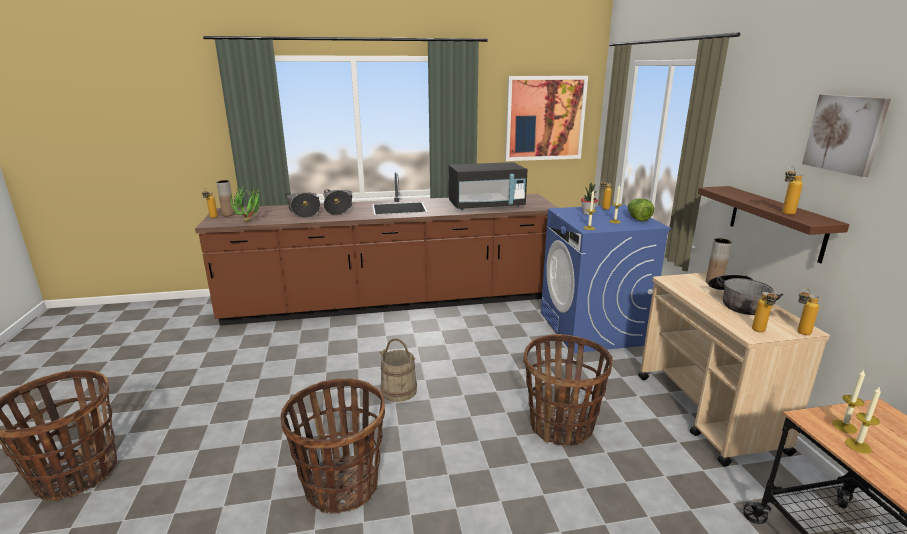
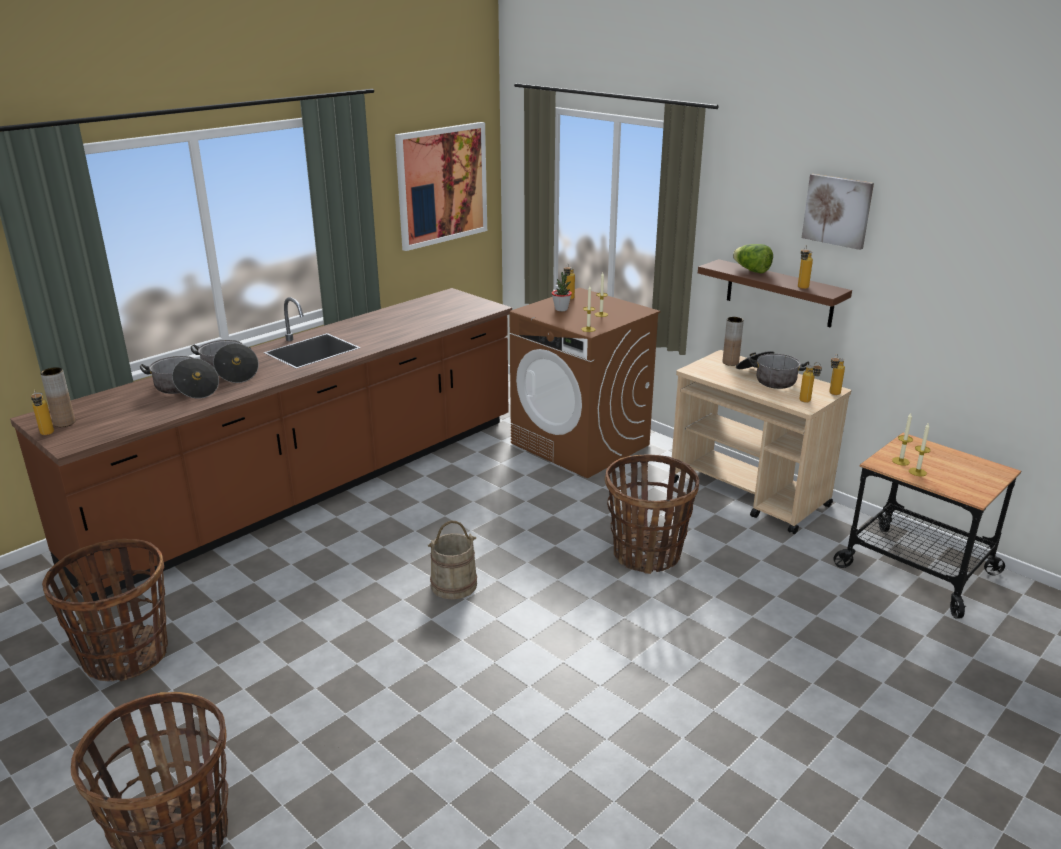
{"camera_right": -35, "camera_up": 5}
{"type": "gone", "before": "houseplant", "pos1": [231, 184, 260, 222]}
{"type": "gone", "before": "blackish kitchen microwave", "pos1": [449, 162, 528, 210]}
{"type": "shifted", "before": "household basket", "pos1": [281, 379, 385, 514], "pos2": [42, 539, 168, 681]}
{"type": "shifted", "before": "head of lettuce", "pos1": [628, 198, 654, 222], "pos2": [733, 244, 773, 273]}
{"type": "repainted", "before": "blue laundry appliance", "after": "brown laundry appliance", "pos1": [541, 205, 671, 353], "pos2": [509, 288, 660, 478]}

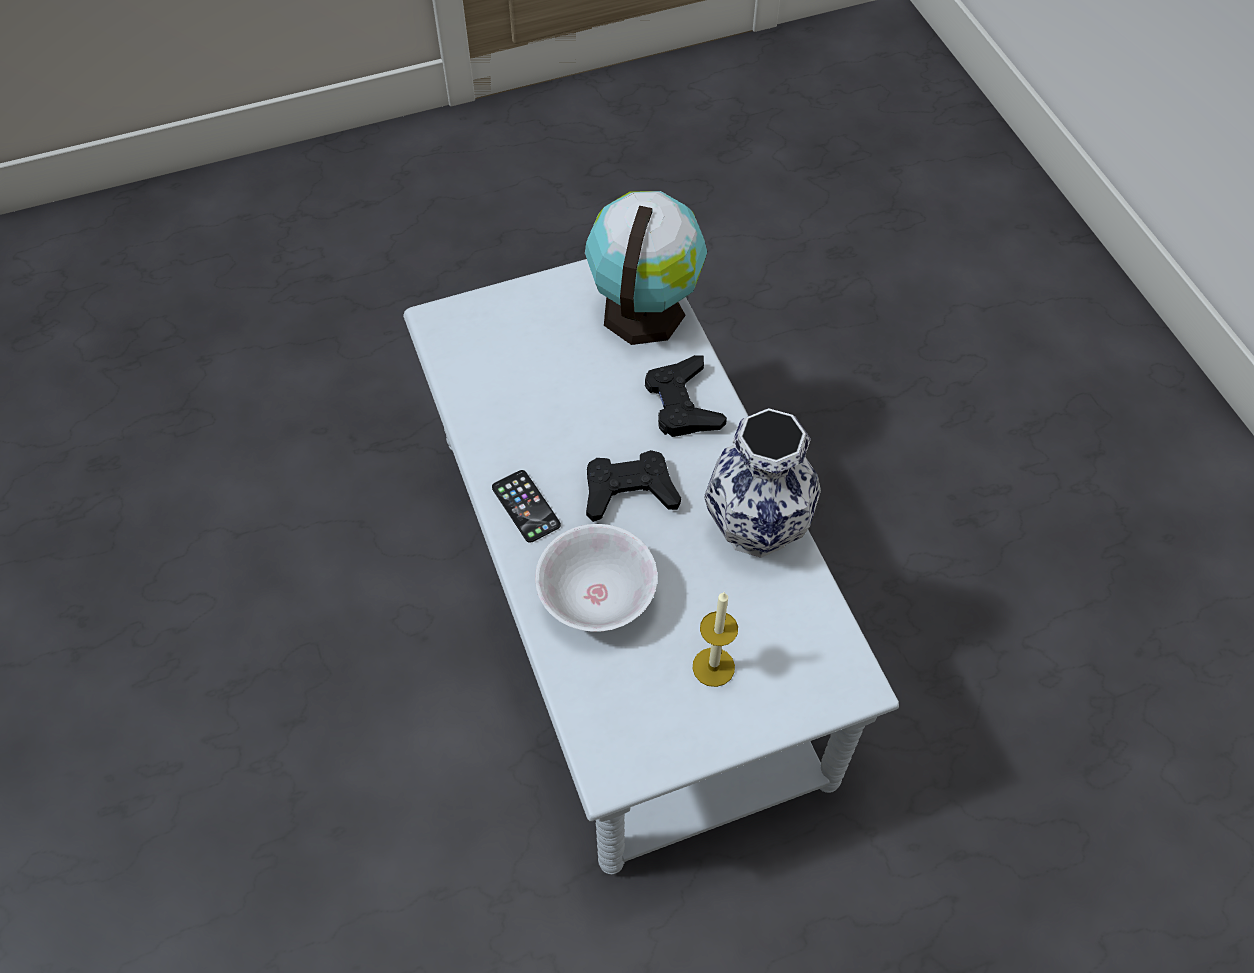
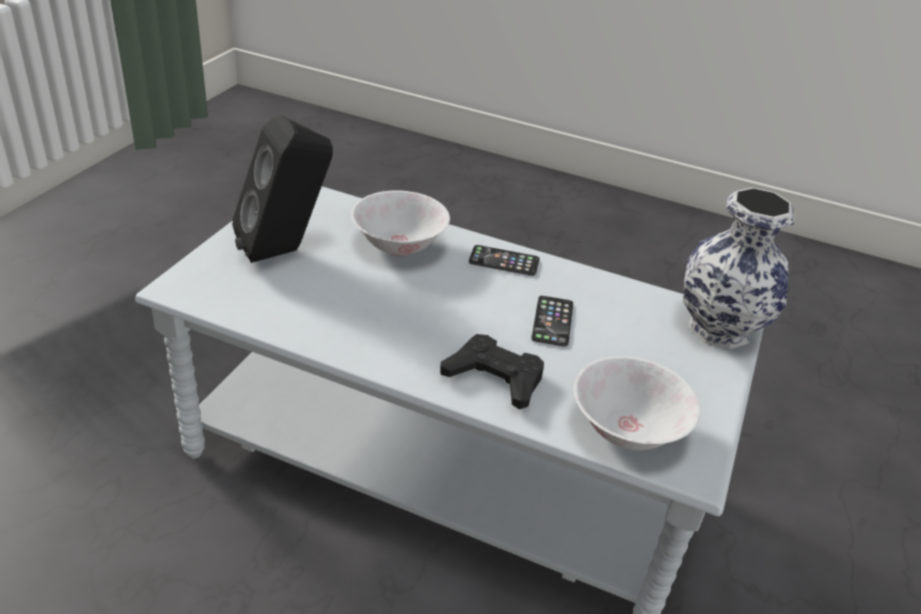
{"camera_right": 130, "camera_up": -20}
{"type": "gone", "before": "blackish gamepad", "pos1": [586, 450, 681, 522]}
{"type": "new", "after": "telephone", "pos2": [531, 296, 573, 347]}
{"type": "shifted", "before": "flower vase", "pos1": [704, 408, 821, 558], "pos2": [683, 187, 794, 349]}
{"type": "swapped", "before": "desk globe", "after": "whitish bowl", "pos1": [585, 191, 707, 345], "pos2": [574, 356, 701, 450]}
{"type": "swapped", "before": "wax light", "after": "blackish speaker", "pos1": [692, 592, 738, 687], "pos2": [232, 115, 333, 263]}

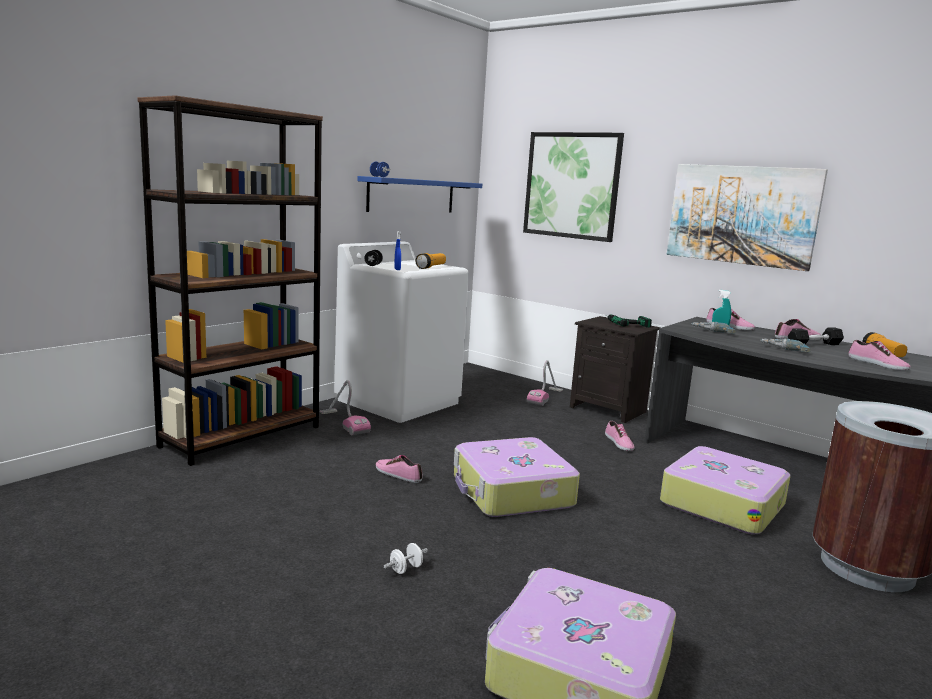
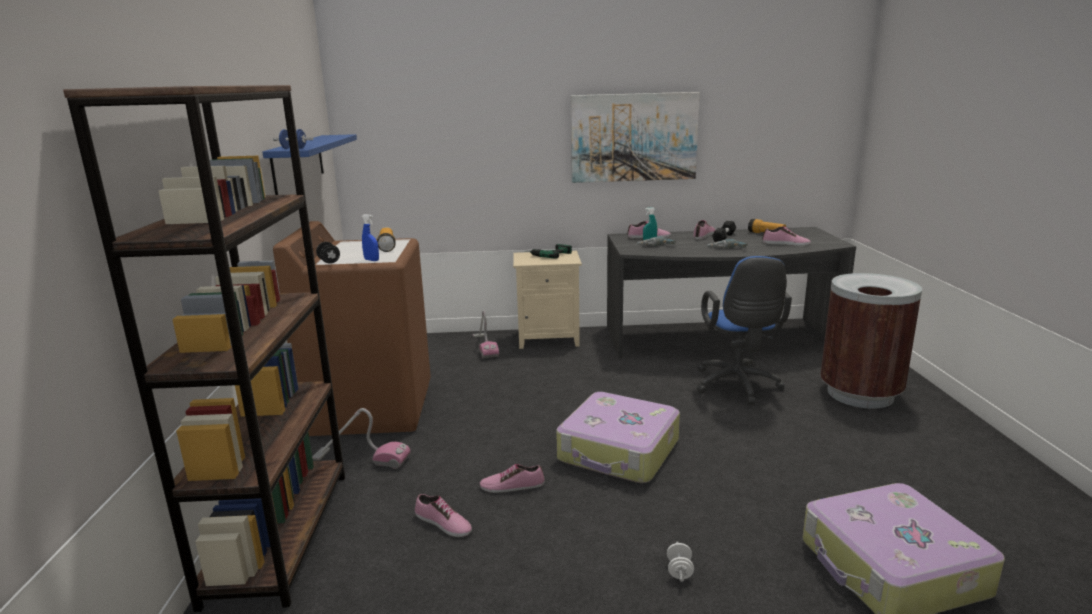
{"camera_right": -40, "camera_up": 5}
{"type": "gone", "before": "picture", "pos1": [523, 132, 624, 242]}
{"type": "shifted", "before": "low shoe", "pos1": [605, 421, 635, 451], "pos2": [415, 494, 472, 537]}
{"type": "swapped", "before": "travel case", "after": "blue computer chair", "pos1": [660, 446, 791, 535], "pos2": [697, 256, 792, 405]}
{"type": "repainted", "before": "whitish laundry appliance", "after": "brown laundry appliance", "pos1": [334, 241, 469, 423], "pos2": [273, 221, 431, 436]}
{"type": "repainted", "before": "blackish nightstand", "after": "beige-coloured nightstand", "pos1": [570, 316, 661, 423], "pos2": [513, 251, 582, 349]}

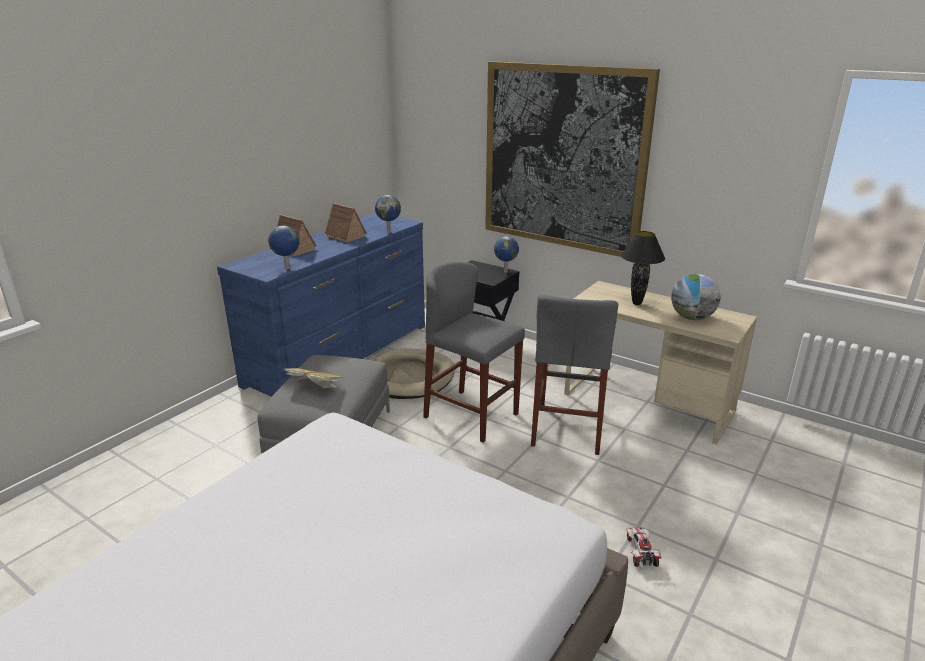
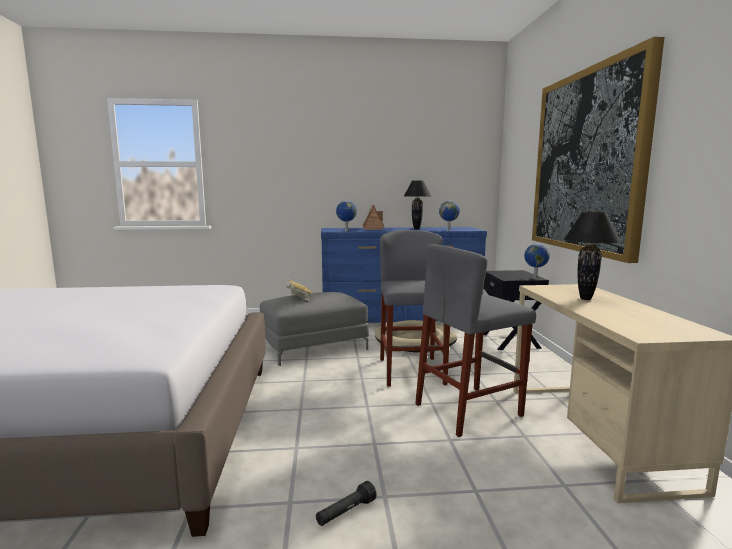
{"camera_right": 50, "camera_up": -15}
{"type": "gone", "before": "desk globe", "pos1": [671, 274, 721, 320]}
{"type": "swapped", "before": "model house", "after": "blackish tabletop lamp", "pos1": [323, 203, 366, 243], "pos2": [404, 180, 431, 229]}
{"type": "swapped", "before": "toy car", "after": "blackish torch", "pos1": [626, 527, 661, 567], "pos2": [316, 481, 377, 526]}

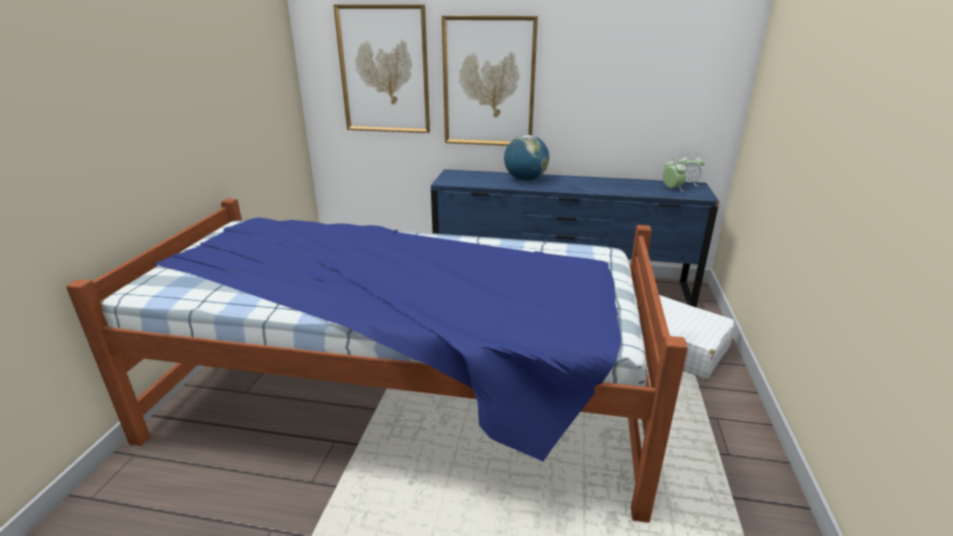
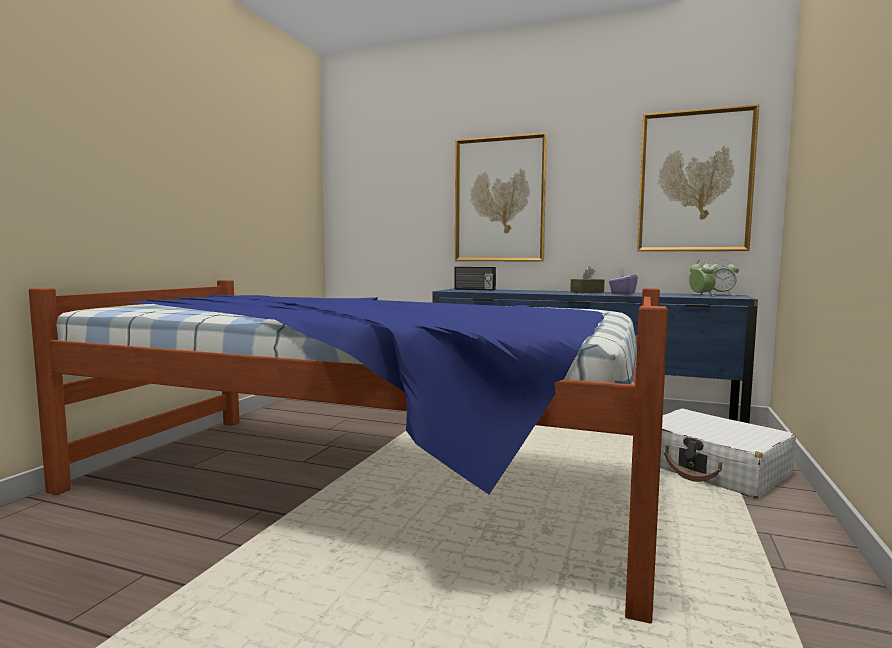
{"camera_right": 10, "camera_up": -20}
{"type": "gone", "before": "desk globe", "pos1": [504, 135, 549, 181]}
{"type": "new", "after": "radio set", "pos2": [454, 267, 496, 290]}
{"type": "new", "after": "brown box of tissues", "pos2": [570, 267, 605, 293]}
{"type": "new", "after": "purple-coloured box of tissues", "pos2": [609, 268, 638, 294]}
{"type": "shifted", "before": "picture", "pos1": [333, 4, 430, 133], "pos2": [637, 104, 759, 251]}

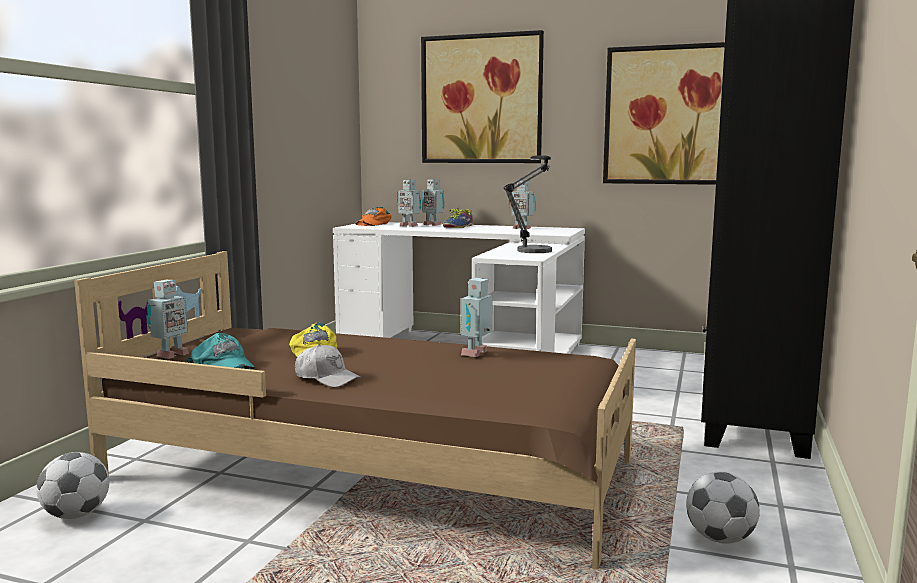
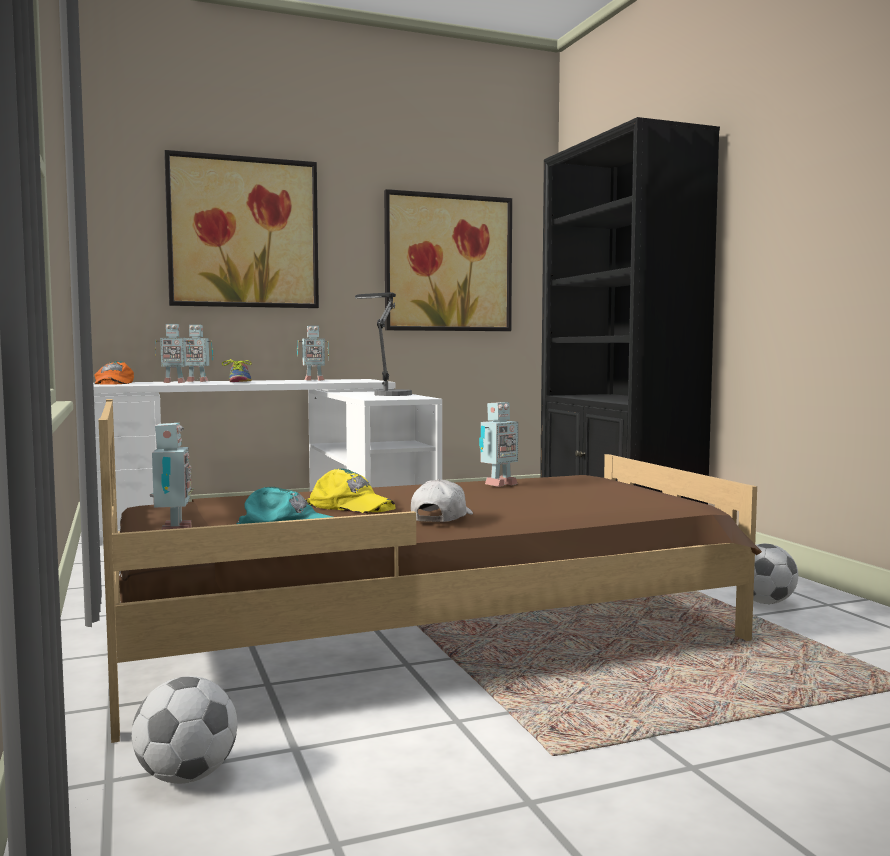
{"camera_right": -40, "camera_up": -5}
{"type": "rotated", "before": "whitish baseball cap", "pos1": [295, 344, 361, 388], "pos2": [411, 479, 473, 522], "turn": -60}
{"type": "rotated", "before": "robot figure", "pos1": [461, 278, 493, 357], "pos2": [479, 402, 518, 487], "turn": -120}

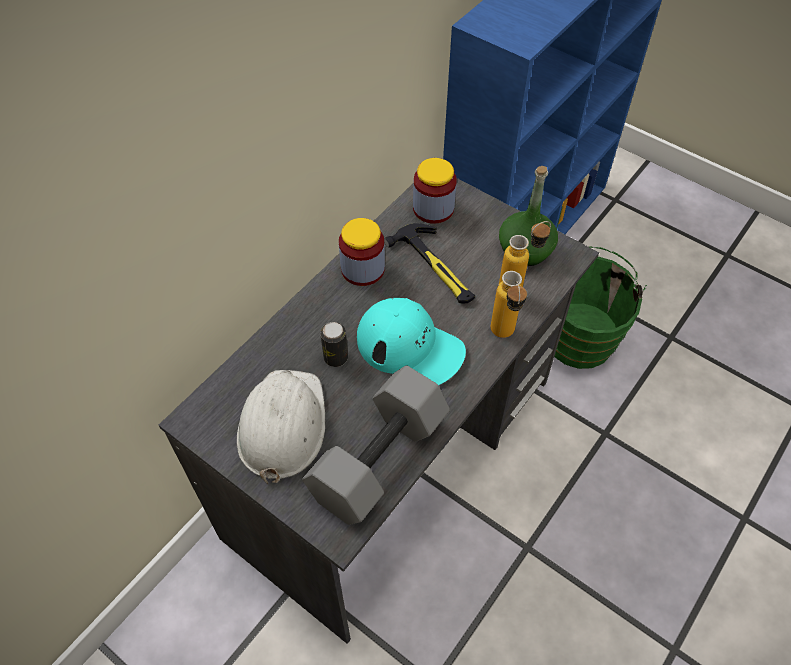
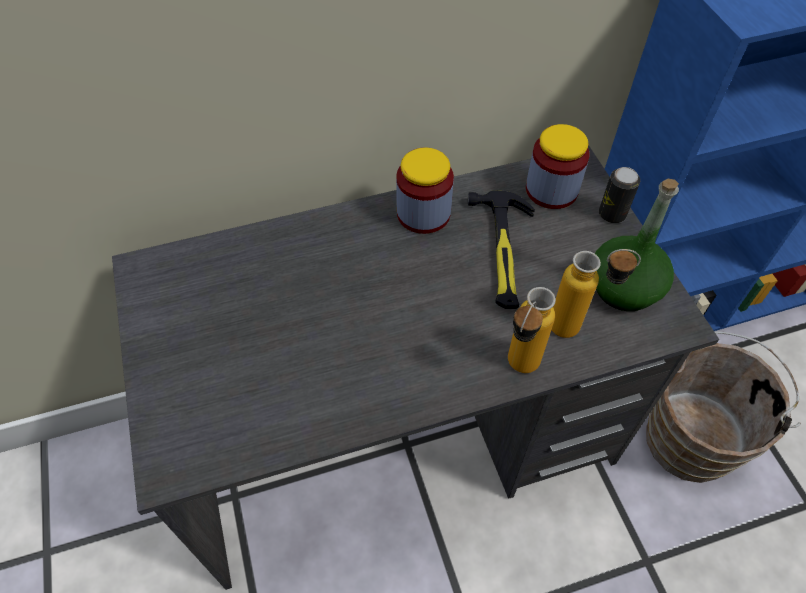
{"camera_right": 35, "camera_up": 0}
{"type": "gone", "before": "whitish work helmet", "pos1": [237, 370, 325, 484]}
{"type": "gone", "before": "gray dumbbell", "pos1": [302, 366, 450, 525]}
{"type": "gone", "before": "blue-green baseball cap", "pos1": [357, 298, 466, 385]}
{"type": "shifted", "before": "sealed can", "pos1": [320, 322, 348, 367], "pos2": [599, 167, 640, 223]}
{"type": "repainted", "before": "greenish pail", "after": "brown pail", "pos1": [554, 246, 647, 369], "pos2": [646, 331, 801, 483]}

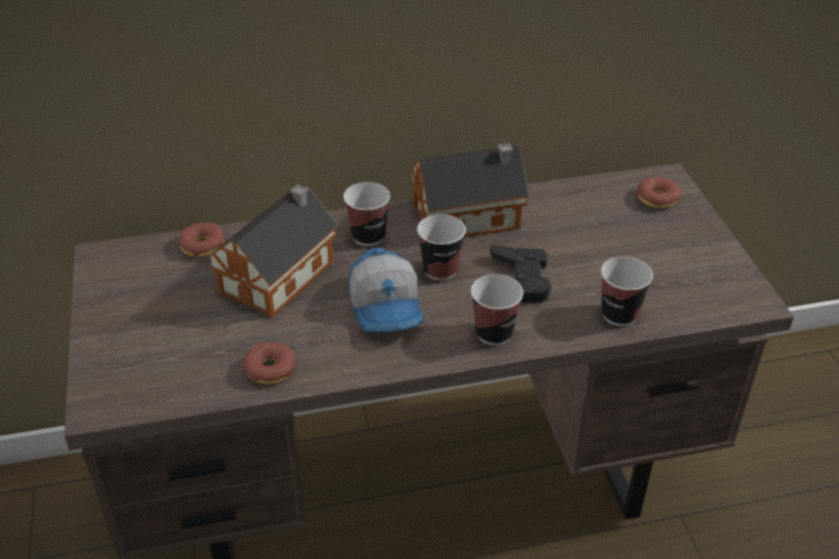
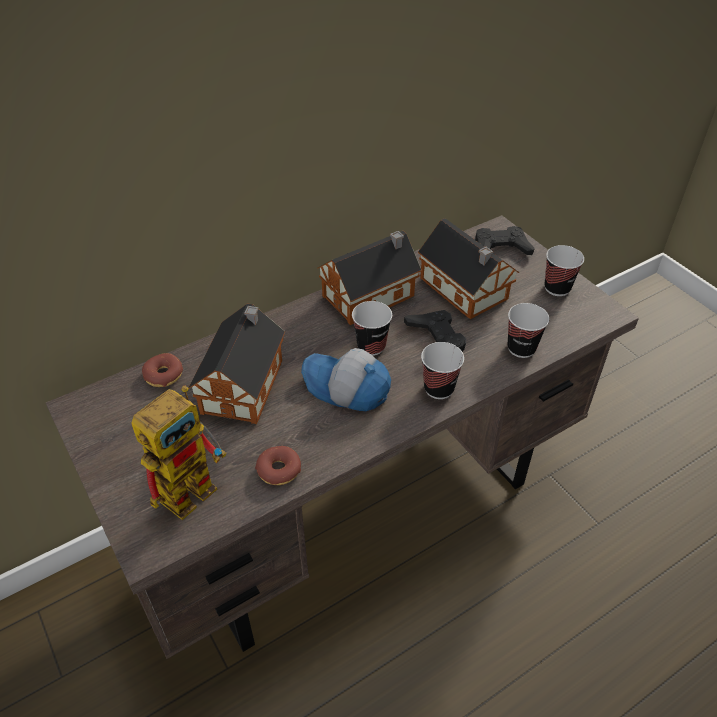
{"camera_right": -20, "camera_up": 5}
{"type": "new", "after": "robot figure", "pos2": [131, 385, 226, 520]}
{"type": "new", "after": "model house", "pos2": [418, 218, 519, 319]}
{"type": "shifted", "before": "cup", "pos1": [343, 182, 390, 246], "pos2": [544, 245, 584, 296]}
{"type": "swapped", "before": "ring doughnut", "after": "blackish gamepad", "pos1": [636, 177, 681, 208], "pos2": [475, 226, 535, 255]}
{"type": "rotated", "before": "baseball cap", "pos1": [349, 248, 424, 332], "pos2": [301, 348, 391, 411], "turn": 150}

